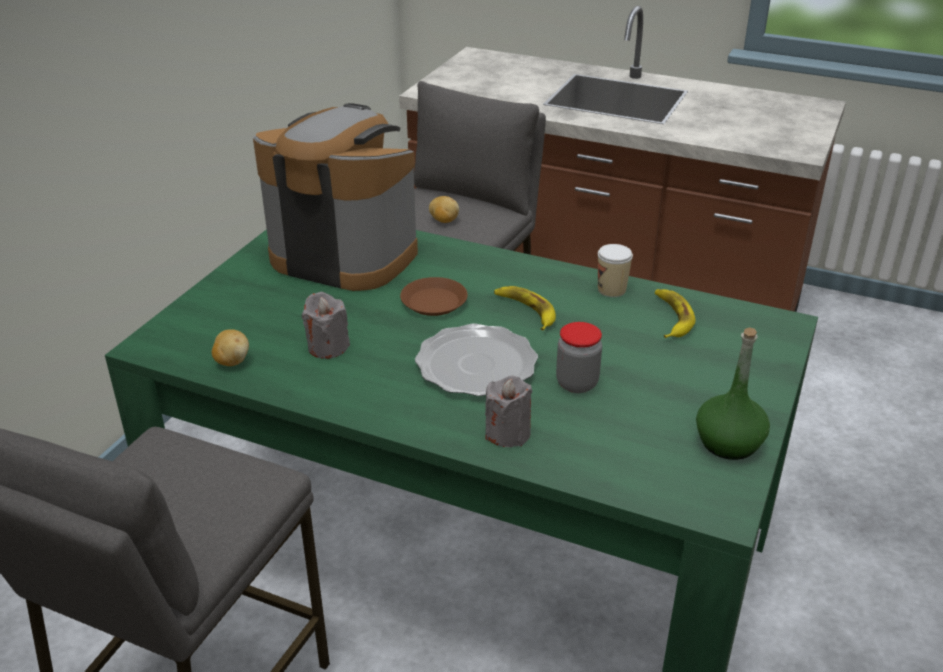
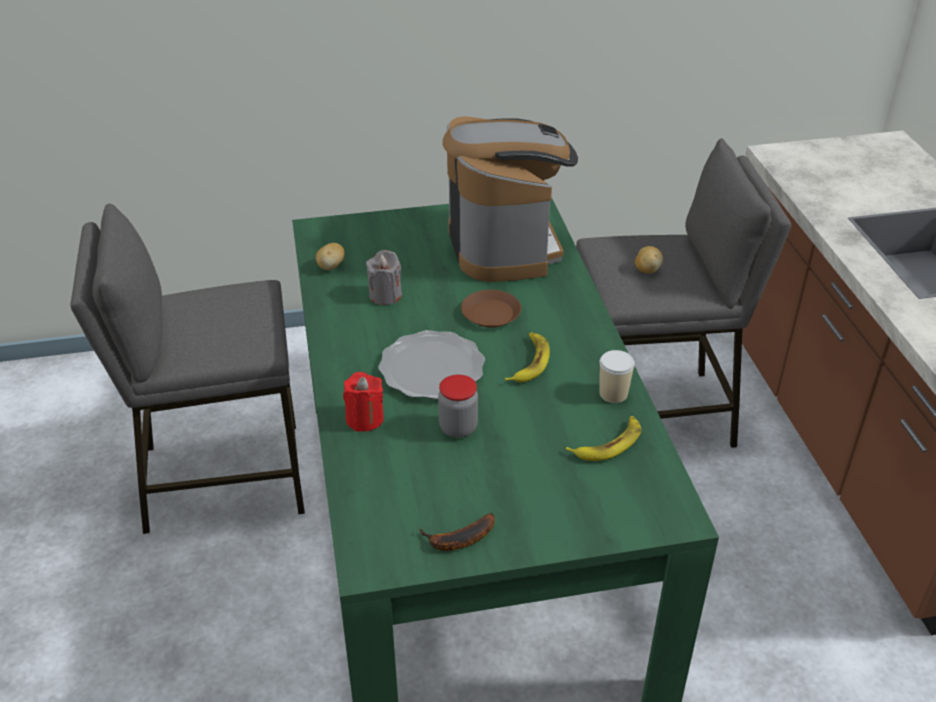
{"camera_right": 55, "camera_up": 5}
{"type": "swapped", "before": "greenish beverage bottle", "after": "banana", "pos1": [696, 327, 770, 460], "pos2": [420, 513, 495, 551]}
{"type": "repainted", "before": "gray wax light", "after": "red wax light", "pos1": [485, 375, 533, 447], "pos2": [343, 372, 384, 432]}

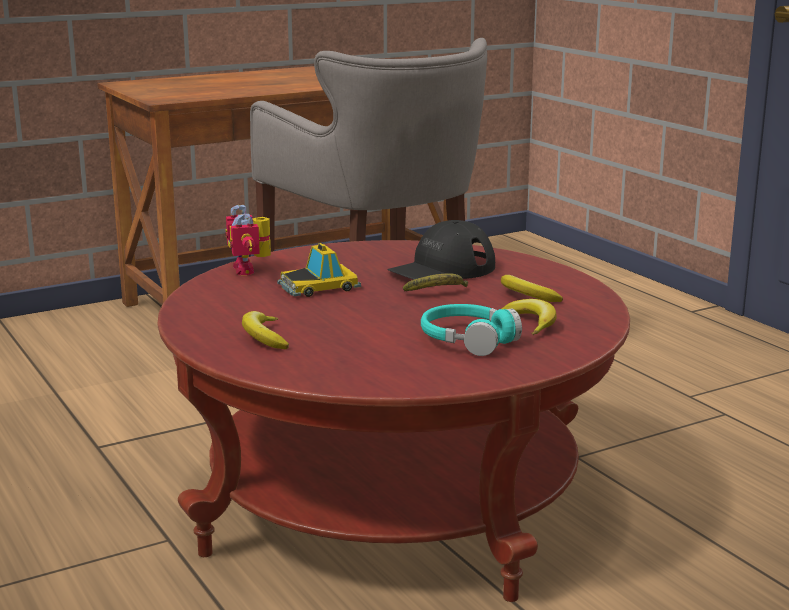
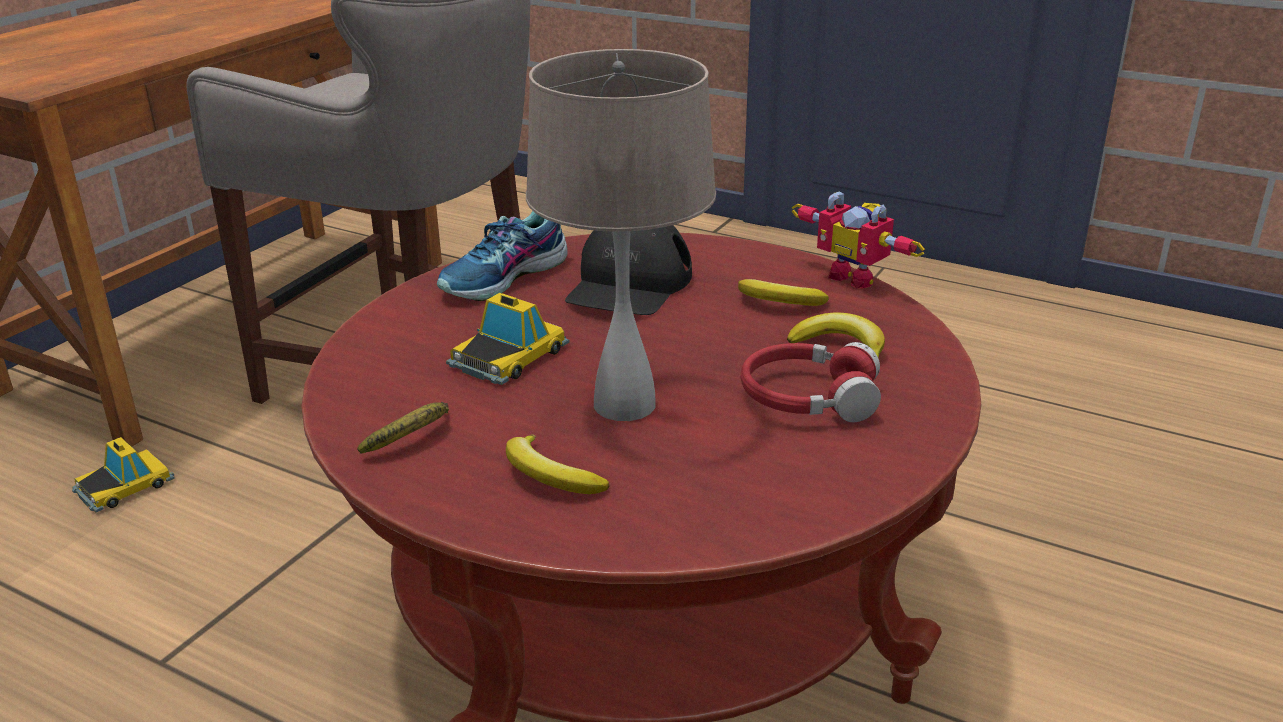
{"camera_right": -30, "camera_up": 10}
{"type": "new", "after": "toy car", "pos2": [72, 437, 175, 513]}
{"type": "new", "after": "low shoe", "pos2": [437, 211, 568, 301]}
{"type": "new", "after": "beige-coloured tabletop lamp", "pos2": [526, 49, 716, 421]}
{"type": "shifted", "before": "robot figure", "pos1": [225, 205, 271, 275], "pos2": [792, 191, 925, 289]}
{"type": "shifted", "before": "banana", "pos1": [403, 273, 468, 291], "pos2": [357, 402, 449, 454]}
{"type": "repainted", "before": "blue-green headphones", "after": "red headphones", "pos1": [421, 304, 522, 356], "pos2": [741, 342, 881, 422]}

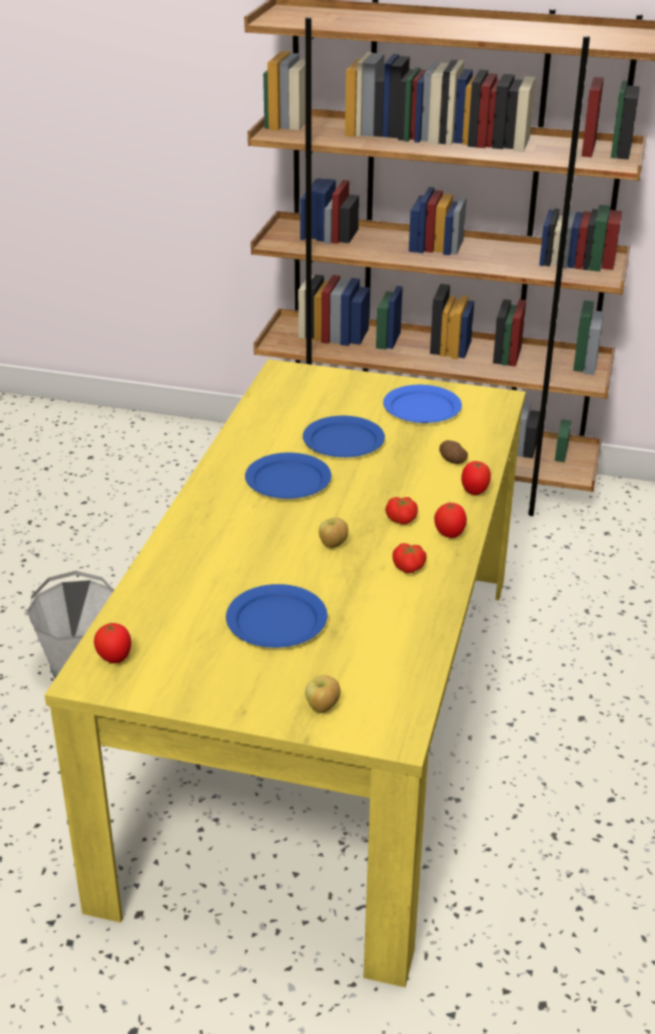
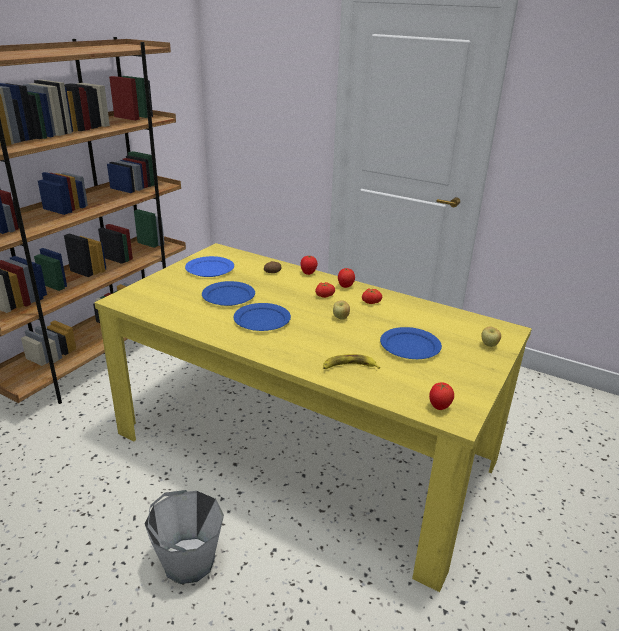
{"camera_right": -75, "camera_up": -5}
{"type": "new", "after": "banana", "pos2": [323, 354, 380, 369]}

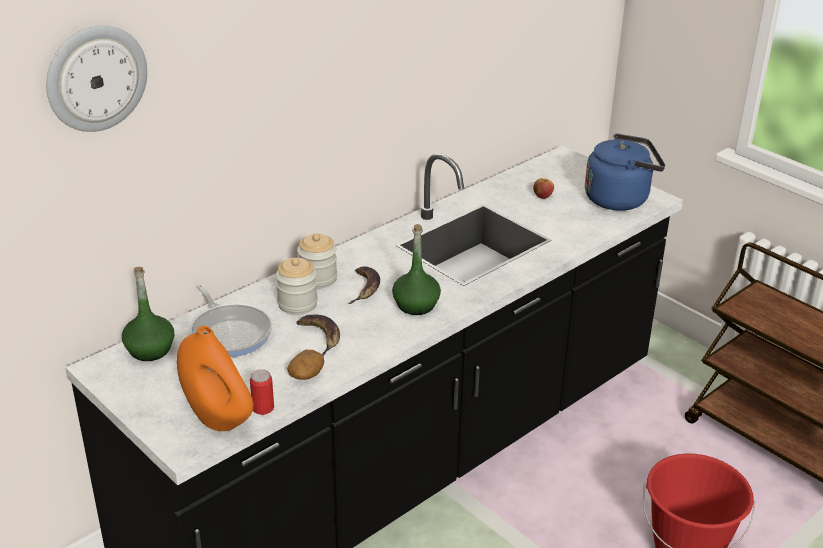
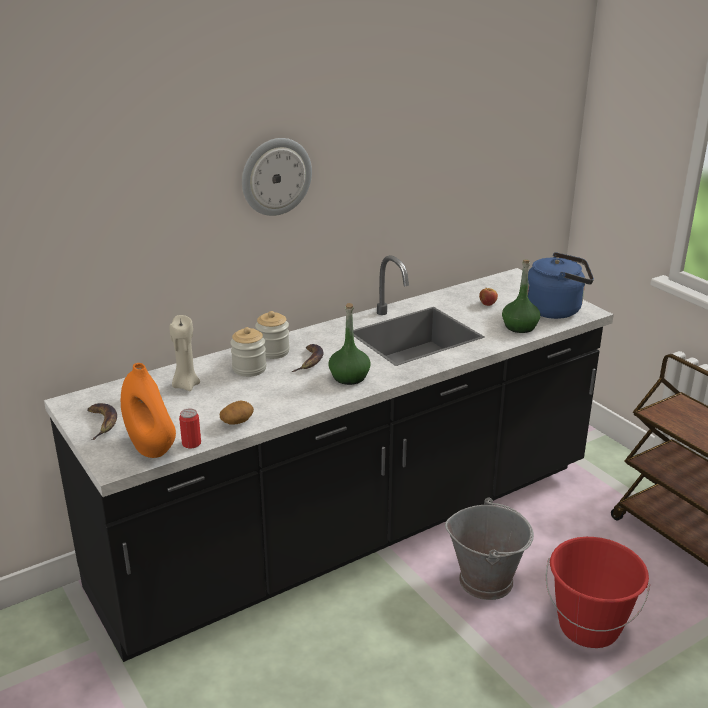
{"camera_right": 10, "camera_up": -5}
{"type": "new", "after": "gray pail", "pos2": [445, 498, 534, 600]}
{"type": "shifted", "before": "clock on the wall", "pos1": [46, 25, 147, 132], "pos2": [242, 138, 312, 216]}
{"type": "shifted", "before": "greenish beverage bottle", "pos1": [122, 267, 174, 361], "pos2": [502, 260, 540, 333]}
{"type": "shifted", "before": "banana", "pos1": [297, 315, 340, 356], "pos2": [87, 403, 117, 440]}
{"type": "swapped", "before": "pan", "after": "beige-coloured wax light", "pos1": [190, 285, 272, 357], "pos2": [169, 315, 200, 391]}

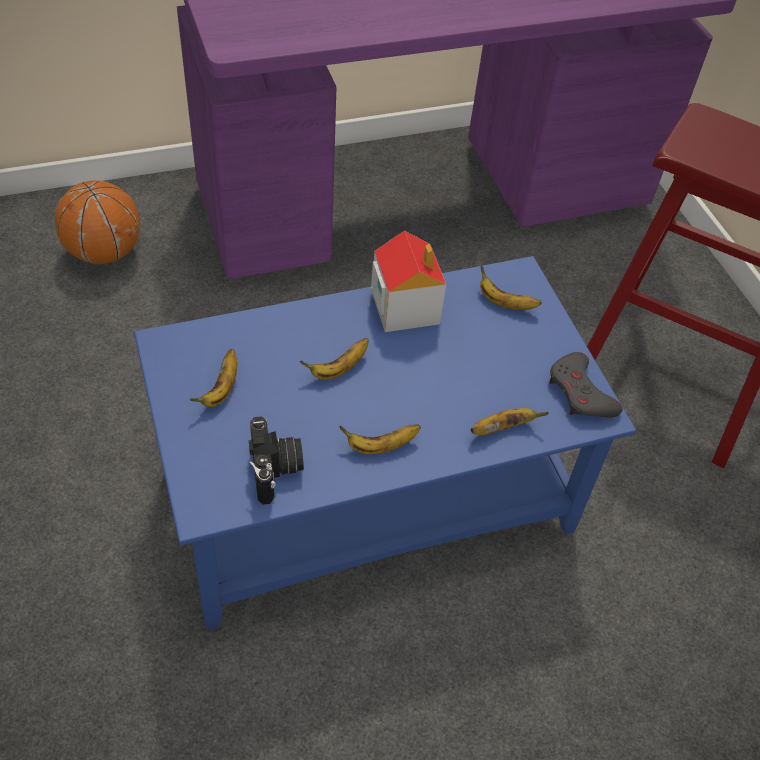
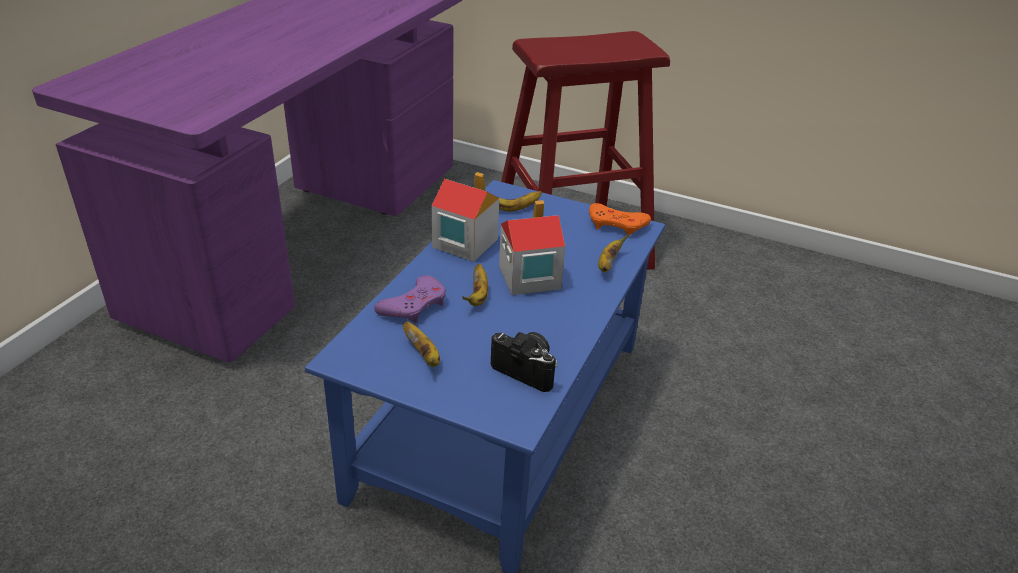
{"camera_right": -45, "camera_up": -15}
{"type": "gone", "before": "ball for basketball", "pos1": [55, 180, 140, 264]}
{"type": "gone", "before": "banana", "pos1": [339, 424, 421, 454]}
{"type": "new", "after": "purple-coloured gamepad", "pos2": [374, 275, 446, 323]}
{"type": "new", "after": "model house", "pos2": [499, 200, 565, 295]}
{"type": "repainted", "before": "gray gamepad", "after": "orangey gamepad", "pos1": [549, 352, 623, 418], "pos2": [589, 203, 651, 236]}

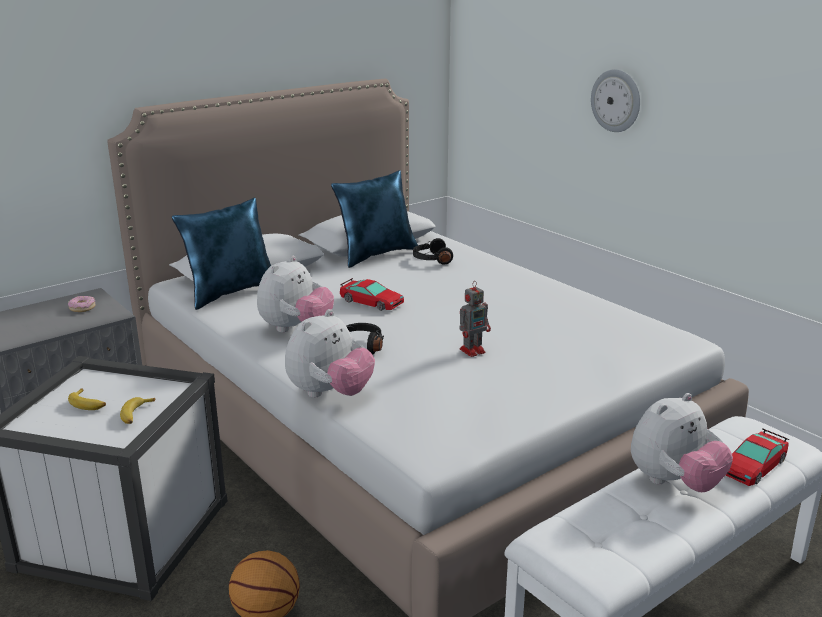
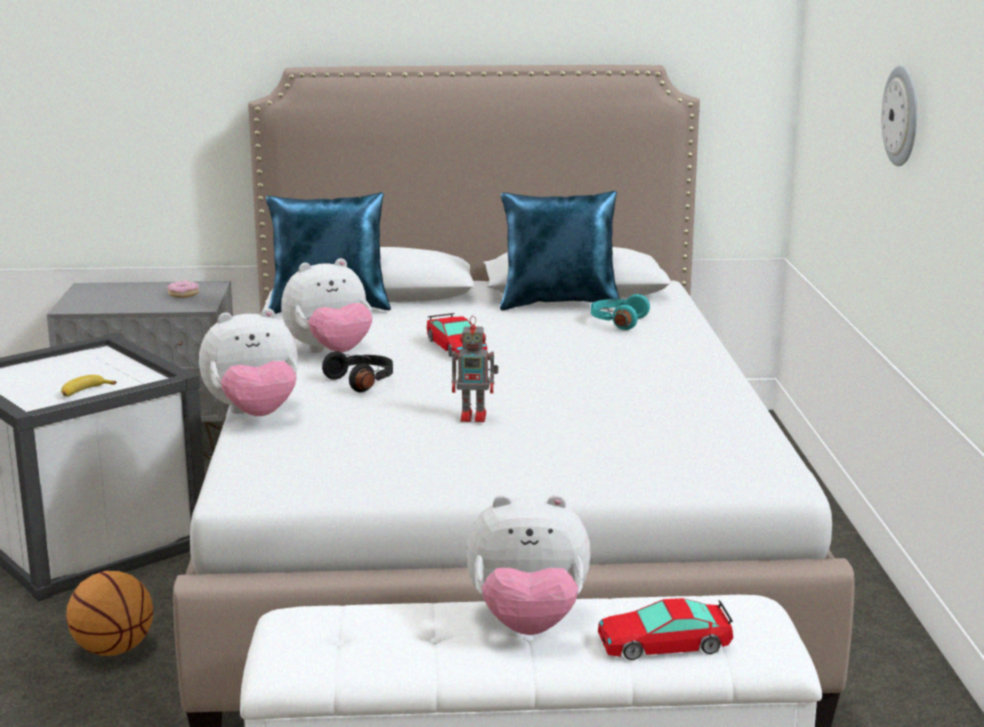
{"camera_right": 35, "camera_up": -5}
{"type": "gone", "before": "banana", "pos1": [68, 388, 106, 410]}
{"type": "repainted", "before": "blackish headphones", "after": "blue-green headphones", "pos1": [413, 238, 453, 264], "pos2": [591, 294, 650, 330]}

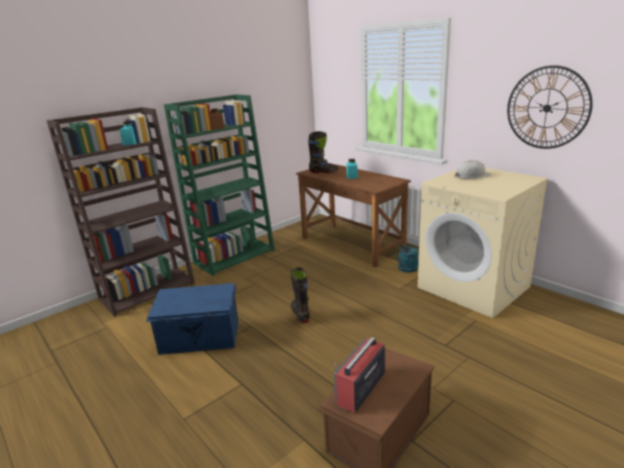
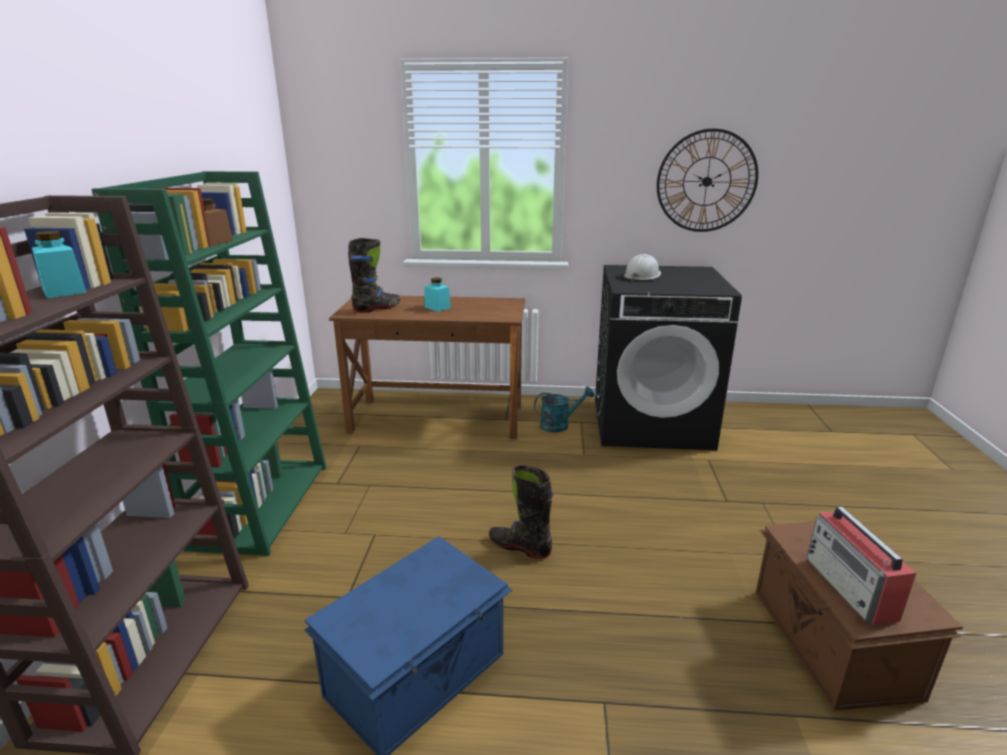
{"camera_right": -45, "camera_up": 0}
{"type": "repainted", "before": "beige-coloured laundry appliance", "after": "blackish laundry appliance", "pos1": [418, 168, 548, 318], "pos2": [595, 265, 742, 450]}

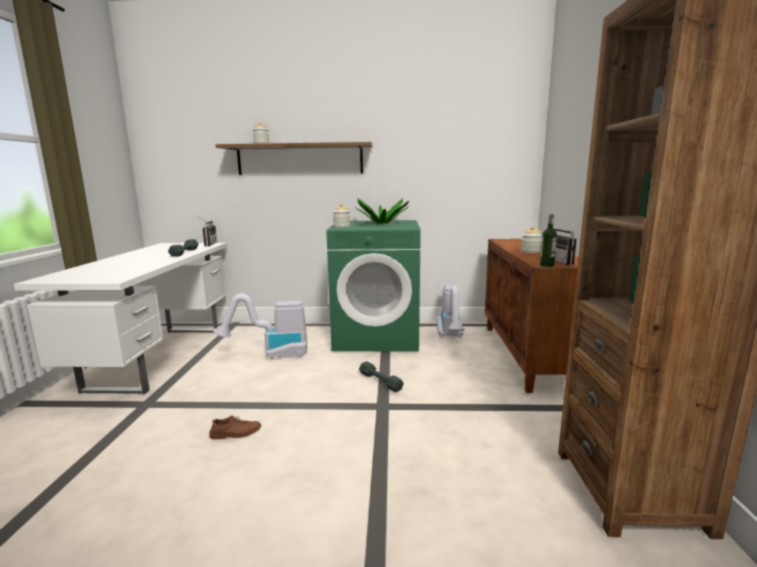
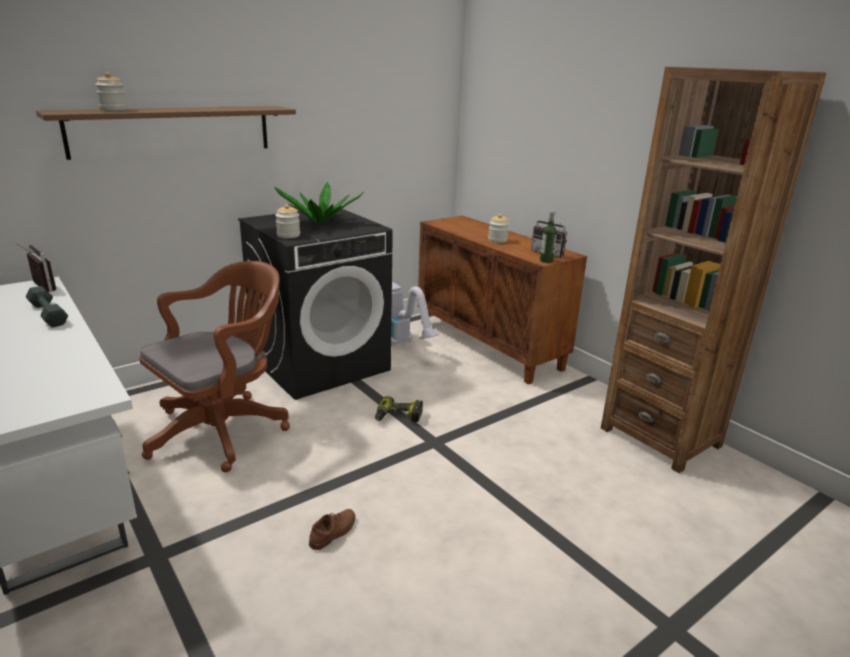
{"camera_right": -40, "camera_up": 10}
{"type": "swapped", "before": "vacuum cleaner", "after": "brown computer chair", "pos1": [213, 294, 307, 359], "pos2": [139, 261, 290, 472]}
{"type": "swapped", "before": "gray dumbbell", "after": "power drill", "pos1": [359, 361, 404, 392], "pos2": [375, 396, 423, 422]}
{"type": "repainted", "before": "greenish laundry appliance", "after": "blackish laundry appliance", "pos1": [326, 220, 421, 352], "pos2": [238, 209, 393, 400]}

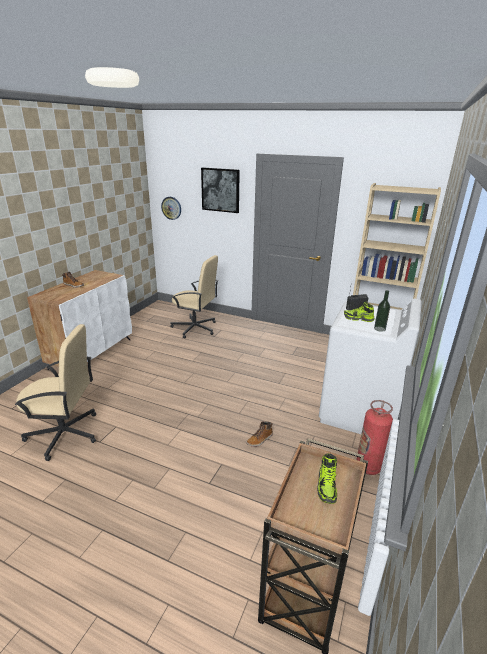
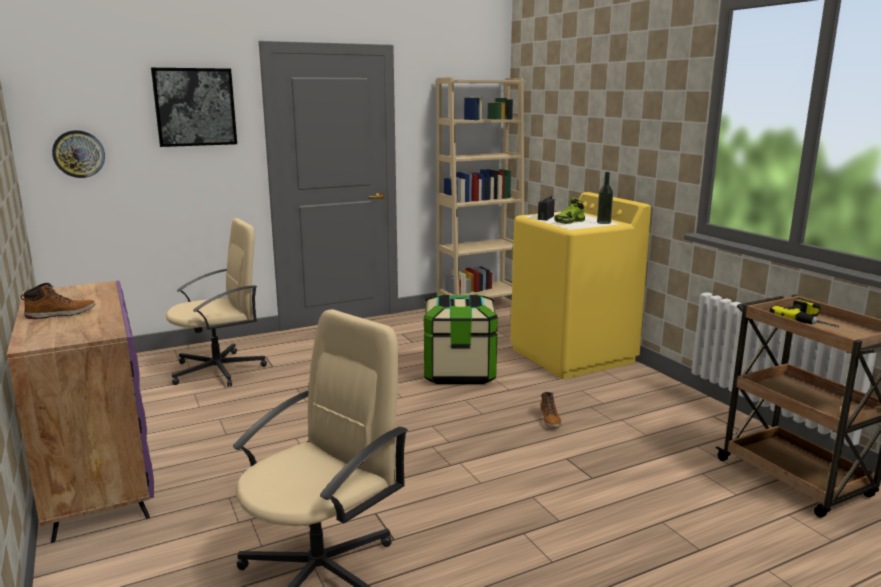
{"camera_right": -50, "camera_up": -10}
{"type": "gone", "before": "extinguisher", "pos1": [356, 400, 393, 475]}
{"type": "new", "after": "storage box", "pos2": [424, 294, 498, 384]}
{"type": "swapped", "before": "low shoe", "after": "power drill", "pos1": [317, 453, 337, 504], "pos2": [770, 300, 839, 327]}
{"type": "repainted", "before": "whitish cabinet", "after": "purple-coloured cabinet", "pos1": [27, 270, 132, 370], "pos2": [6, 281, 154, 543]}
{"type": "repainted", "before": "whitish laundry appliance", "after": "yellow laundry appliance", "pos1": [319, 299, 422, 434], "pos2": [510, 192, 651, 379]}

